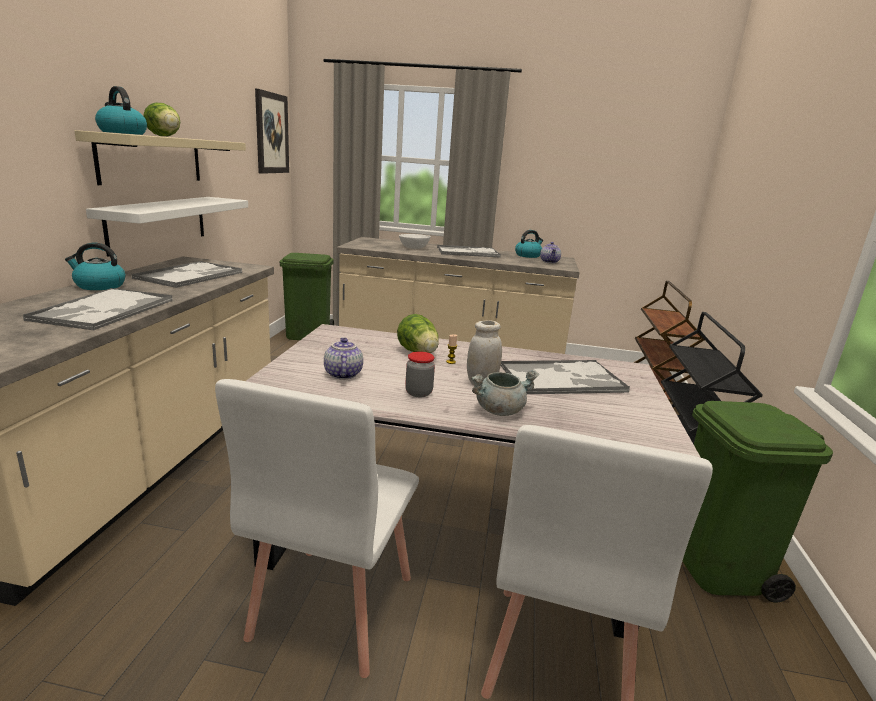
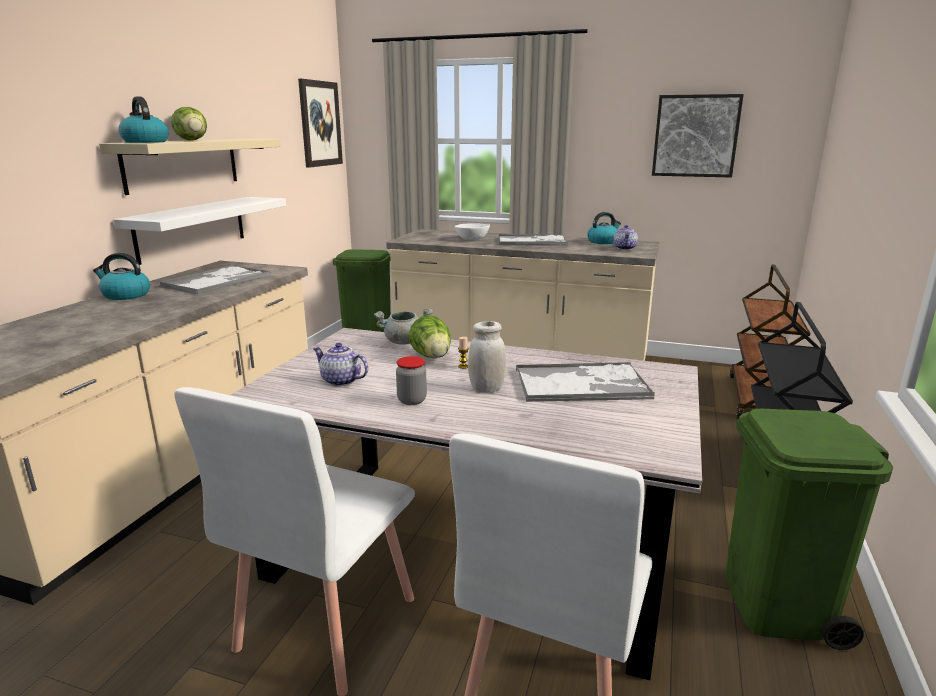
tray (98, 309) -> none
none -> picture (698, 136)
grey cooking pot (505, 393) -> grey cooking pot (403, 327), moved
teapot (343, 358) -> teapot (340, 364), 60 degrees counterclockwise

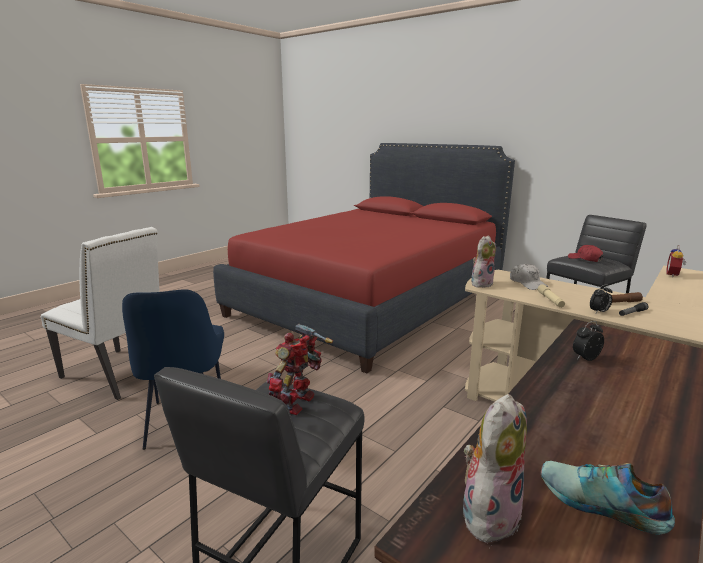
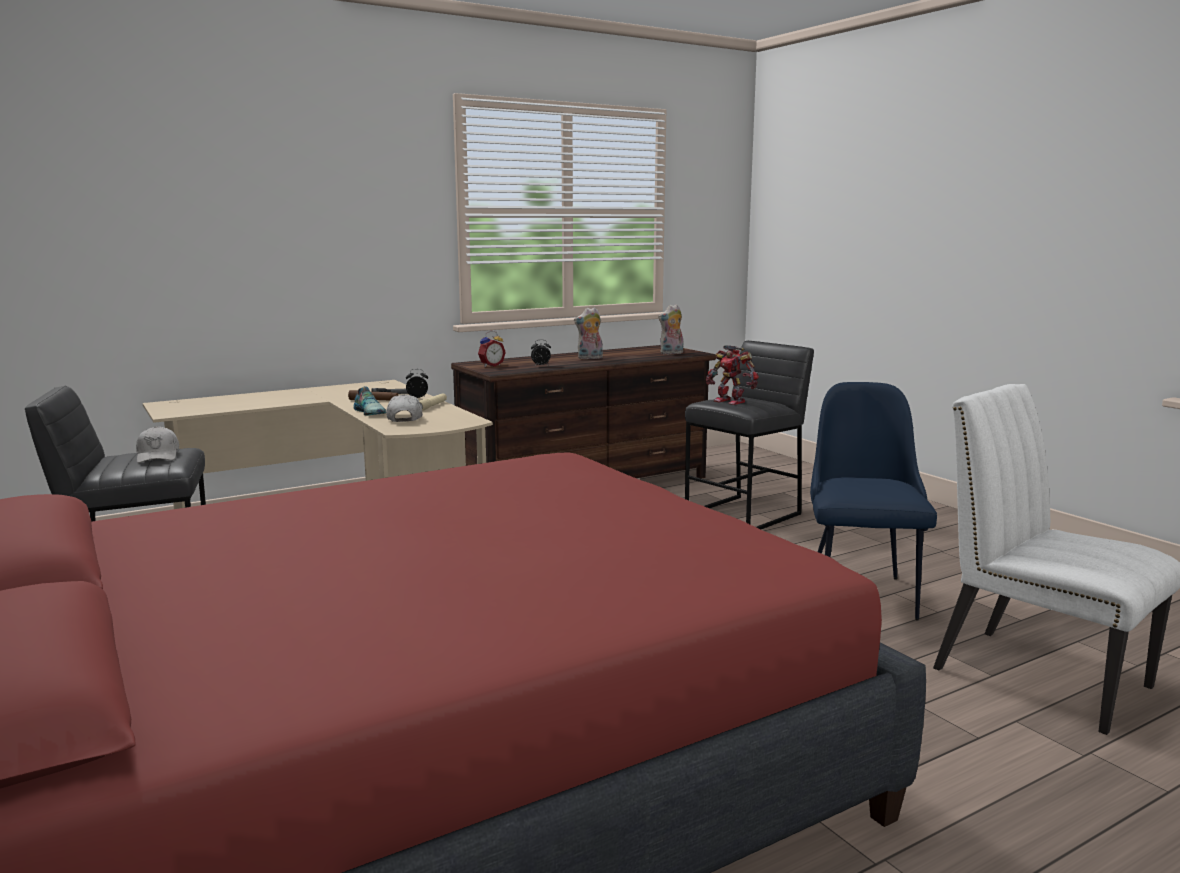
plush toy (483, 261) -> plush toy (588, 333), moved
shoe (608, 498) -> shoe (370, 401), moved
alarm clock (676, 261) -> alarm clock (492, 349), moved
red cap (585, 253) -> white cap (157, 444)
toy robot (299, 369) -> toy robot (732, 375), 90 degrees clockwise

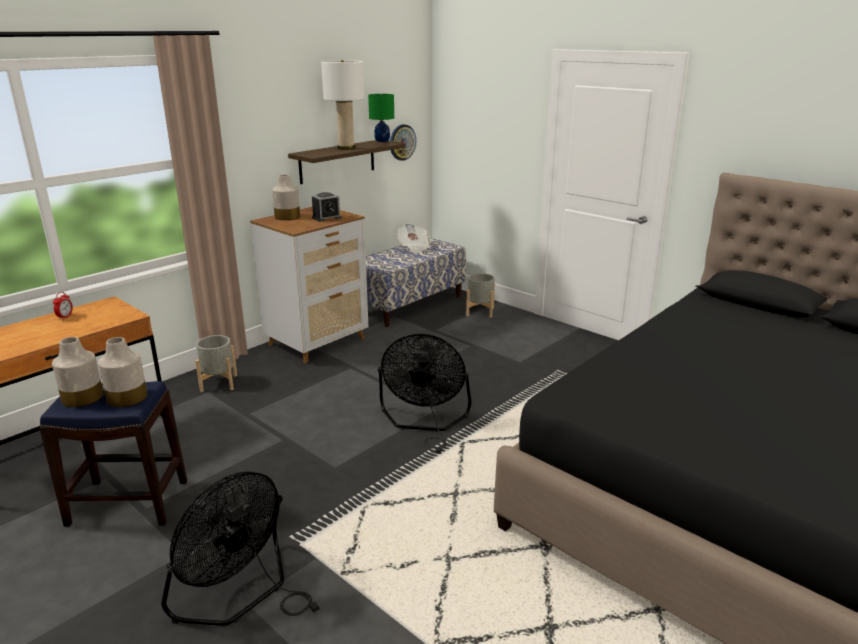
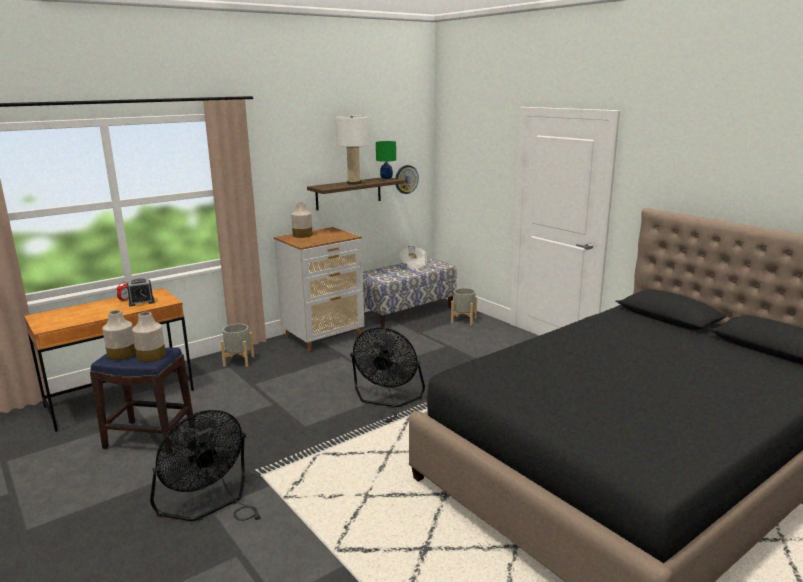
alarm clock (327, 207) -> alarm clock (141, 292), moved

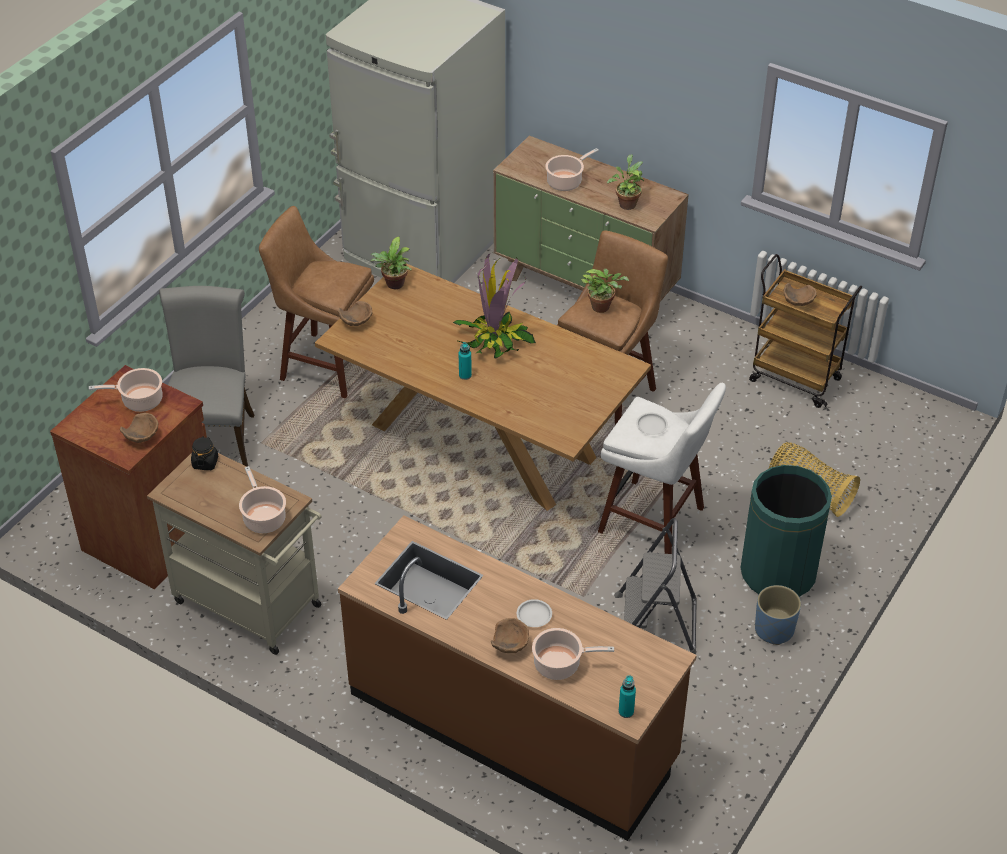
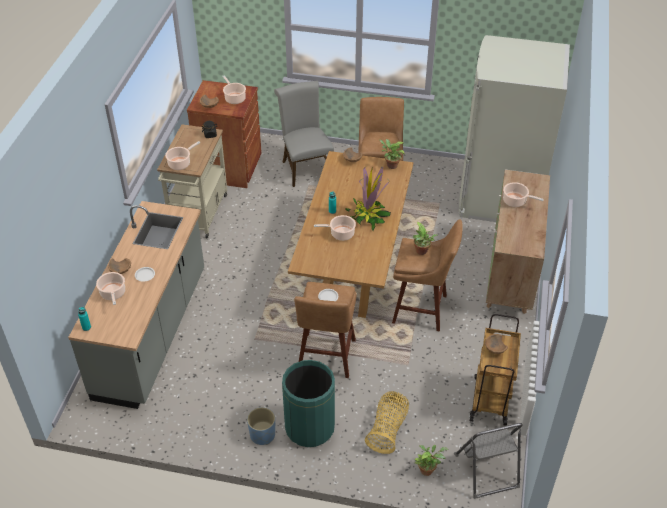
none -> cooking pot (335, 228)
potted plant (625, 182) -> potted plant (431, 460), moved
grey step ladder (655, 586) -> grey step ladder (488, 461), moved
brown counter (517, 678) -> grey counter (136, 305)
white stool (662, 468) -> brown stool (325, 330)
grey chair (207, 376) -> grey chair (304, 134), 90 degrees counterclockwise

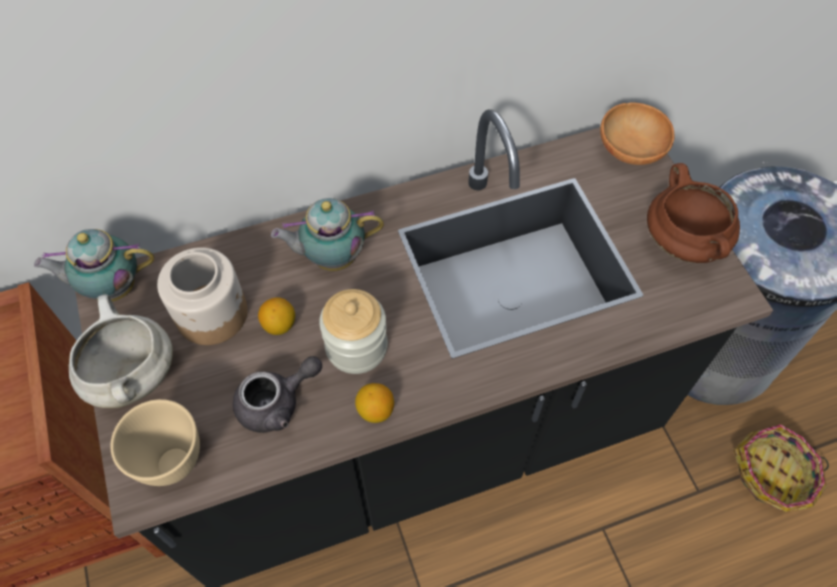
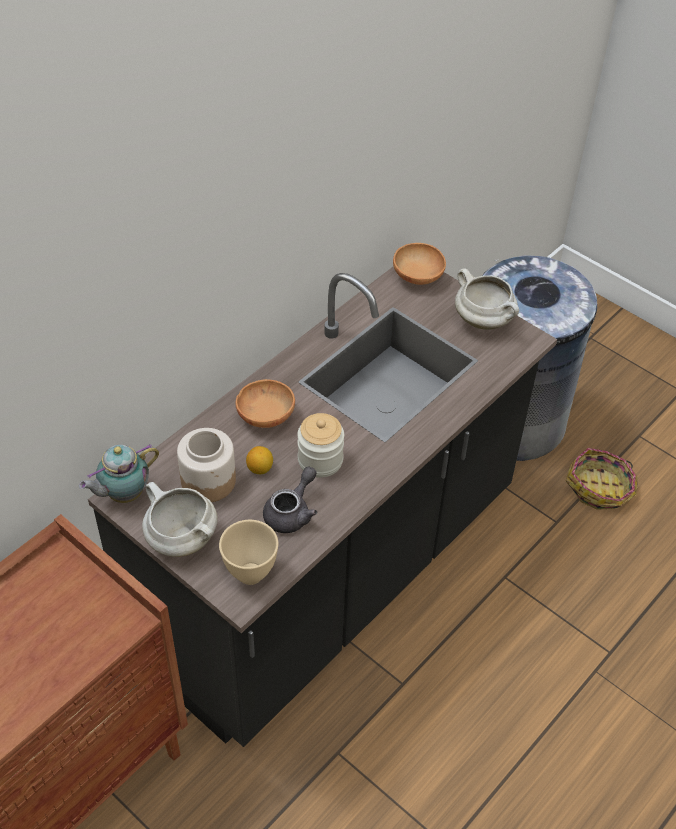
lemon (374, 403) -> none
teapot (327, 234) -> brown bowl (265, 403)
brown cooking pot (693, 213) -> white cooking pot (487, 299)

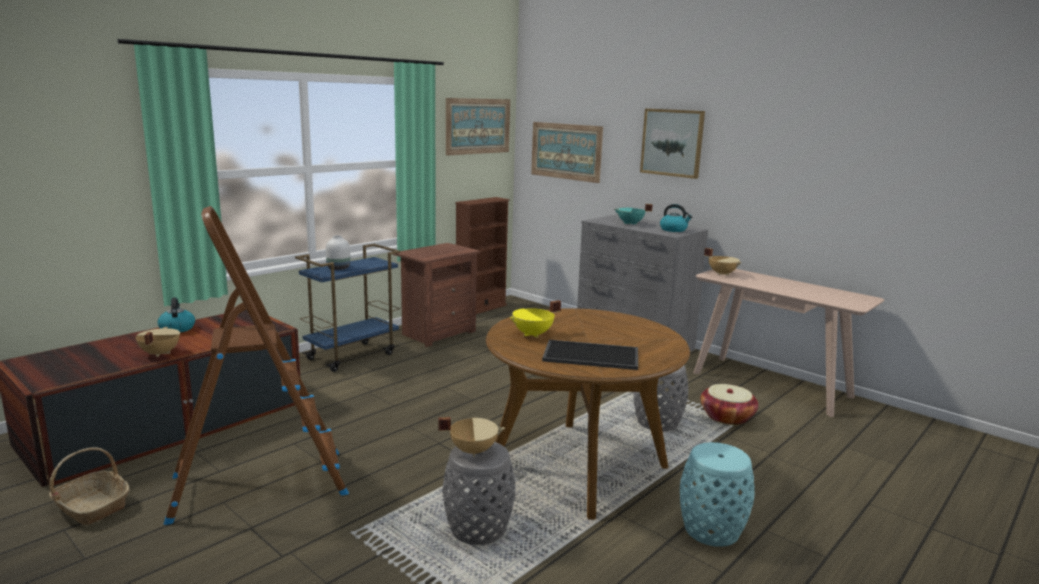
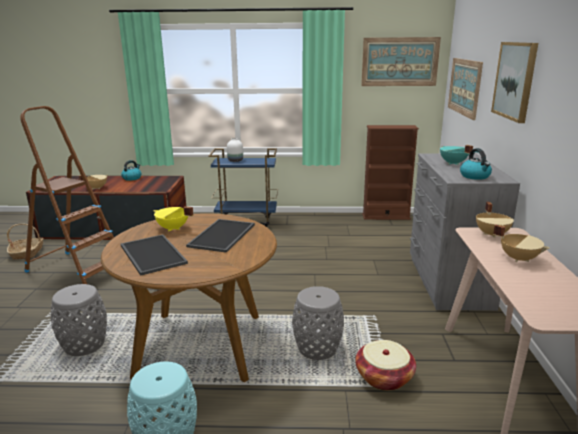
brown nightstand (436, 295) -> none
none -> tray (220, 236)
beige cooking pot (471, 437) -> beige cooking pot (521, 243), moved

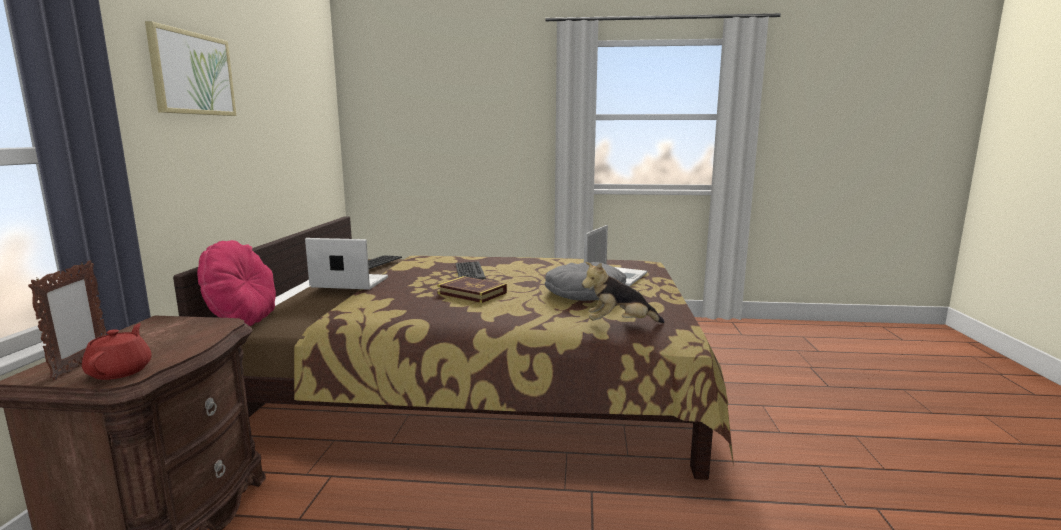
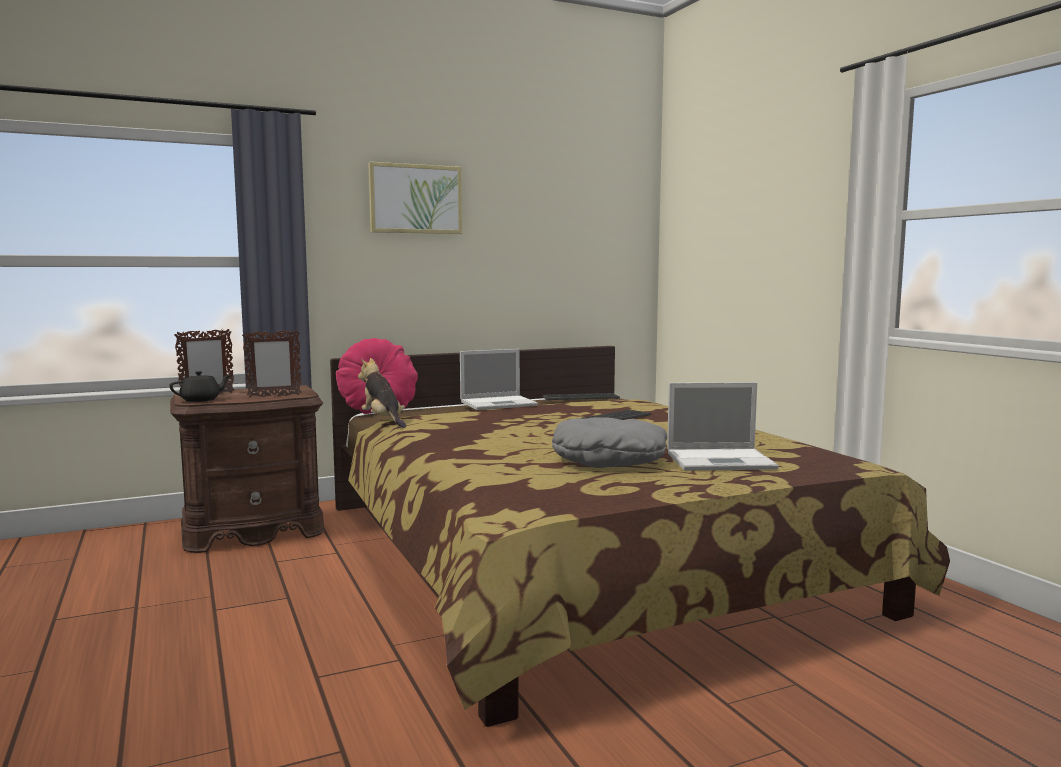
book (472, 289) -> none
none -> picture frame (272, 363)
plush toy (623, 292) -> plush toy (382, 393), moved
red teapot (117, 352) -> black teapot (200, 386)
laptop (346, 264) -> laptop (499, 379), 90 degrees clockwise

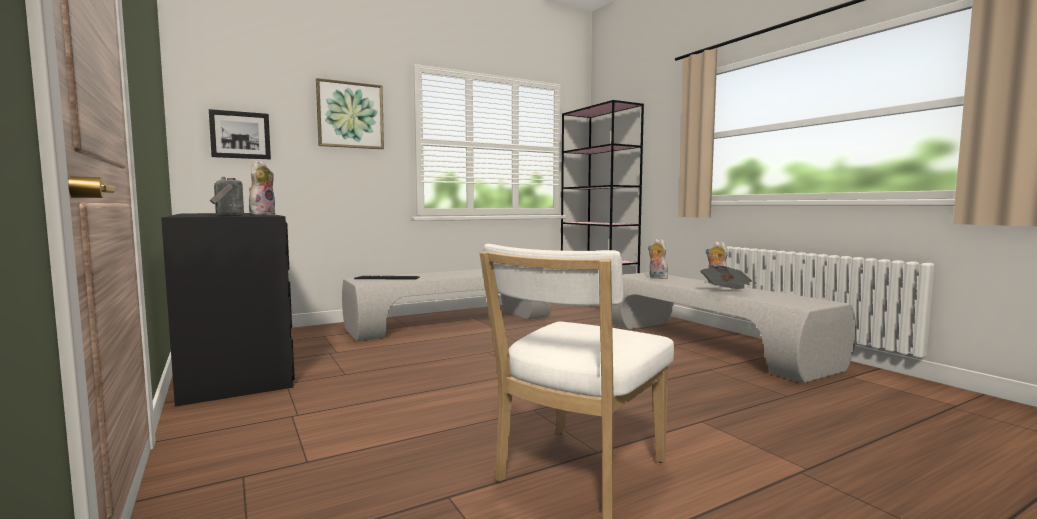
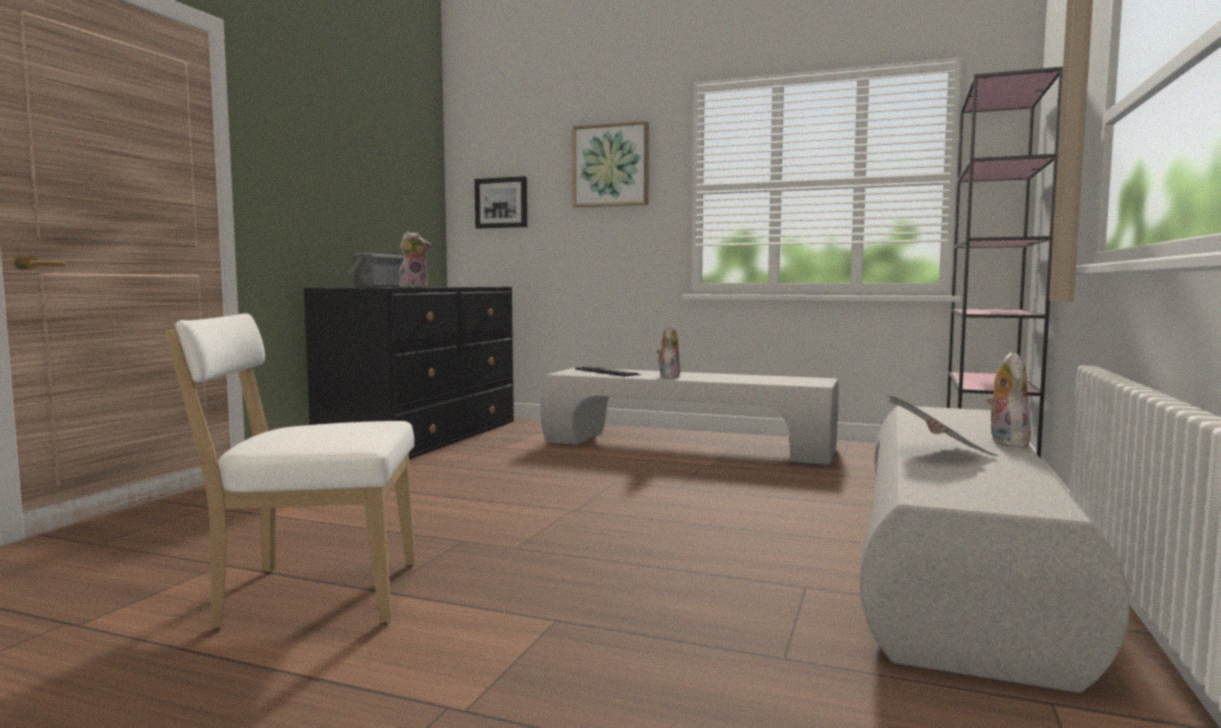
plush toy (659, 259) -> plush toy (668, 351), moved

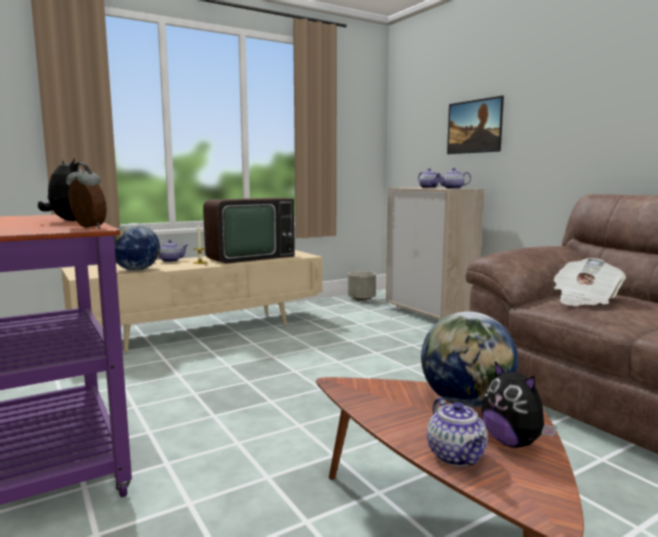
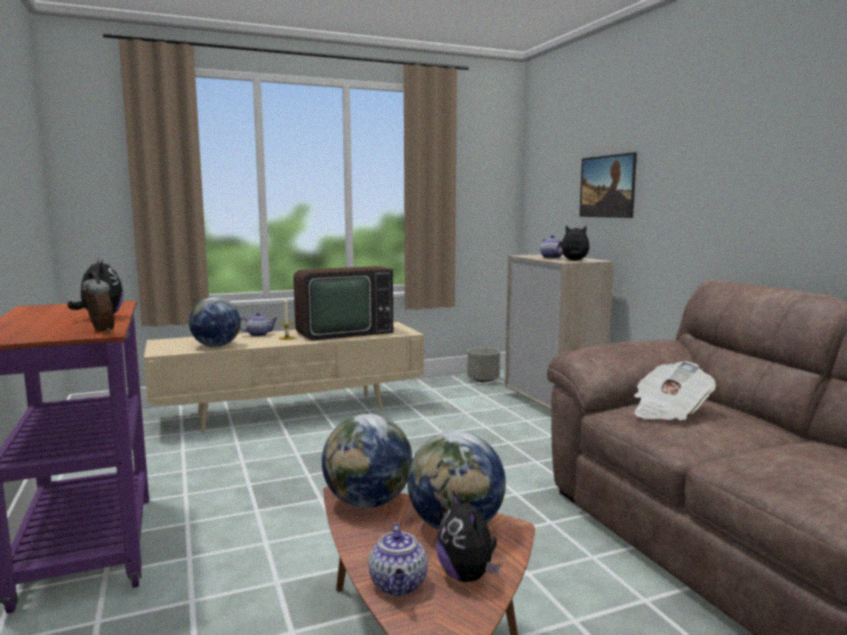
none -> globe (367, 461)
teapot (454, 178) -> plush toy (574, 243)

